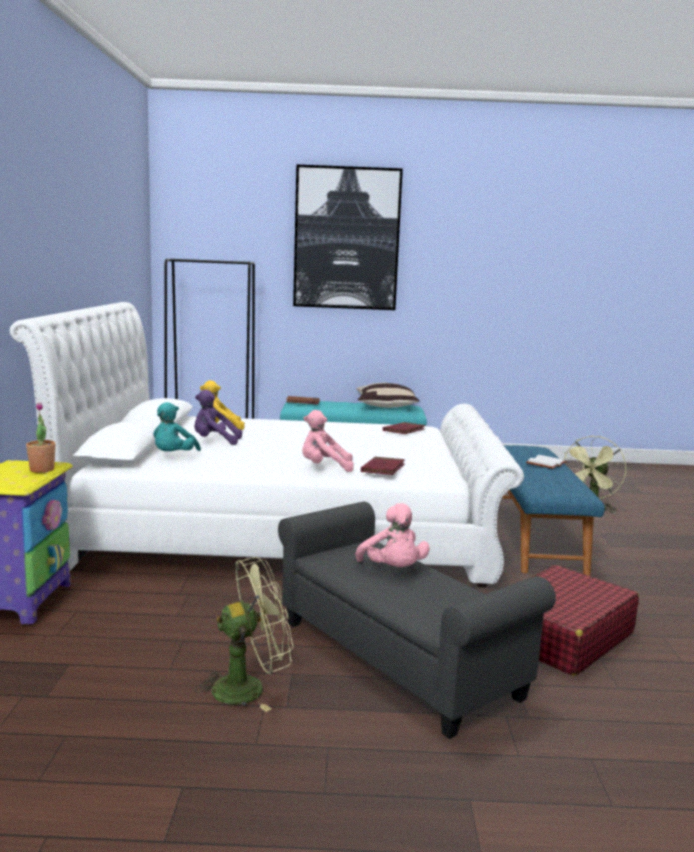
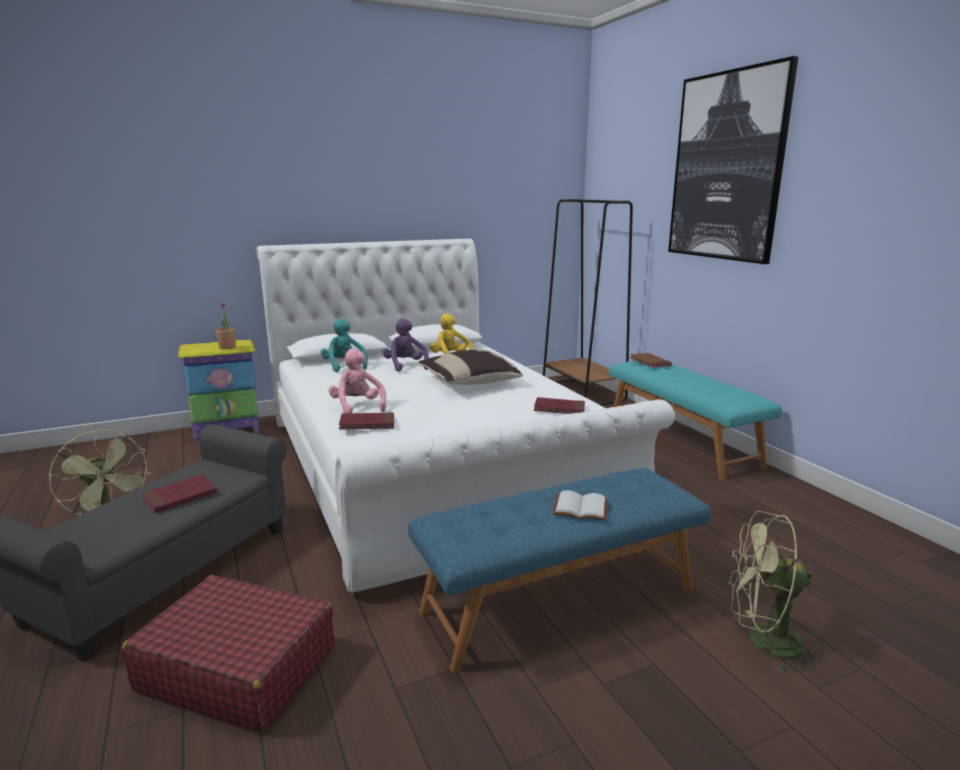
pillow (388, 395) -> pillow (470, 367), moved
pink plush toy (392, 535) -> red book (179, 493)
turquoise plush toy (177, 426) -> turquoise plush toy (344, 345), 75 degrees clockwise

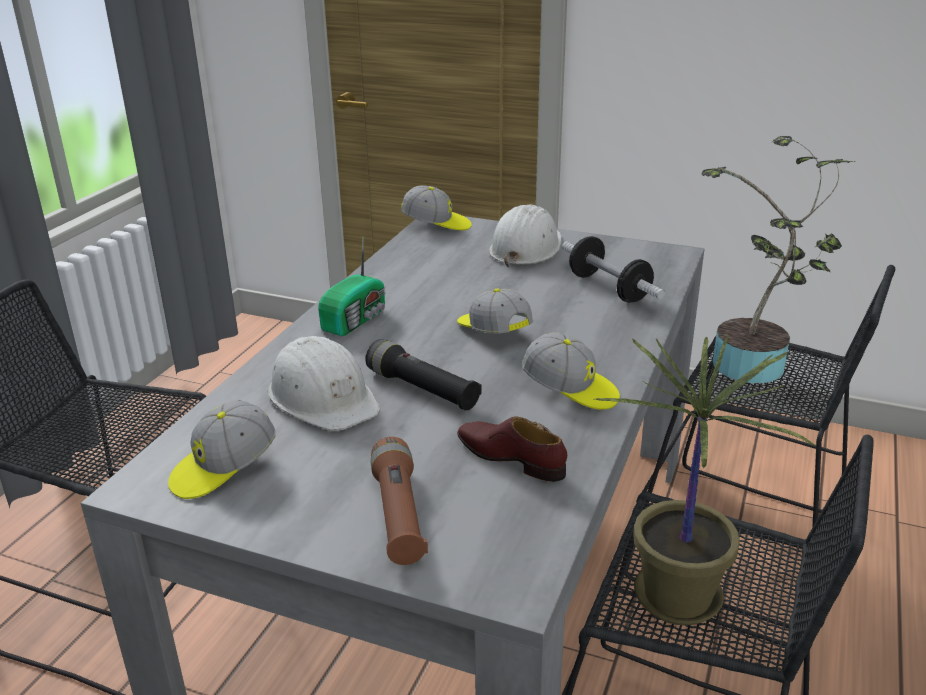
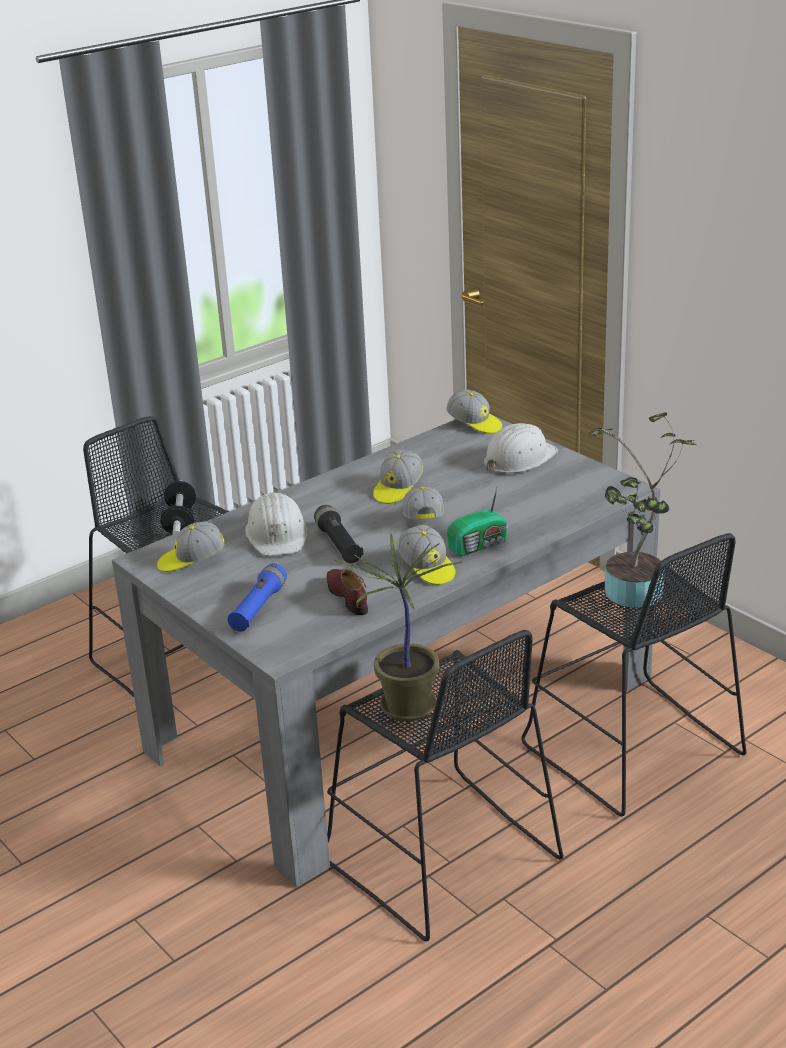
none -> cap (398, 477)
radio (352, 288) -> radio (477, 518), moved
dumbbell (613, 269) -> dumbbell (178, 507), moved
brown flashlight (399, 501) -> blue flashlight (257, 597)

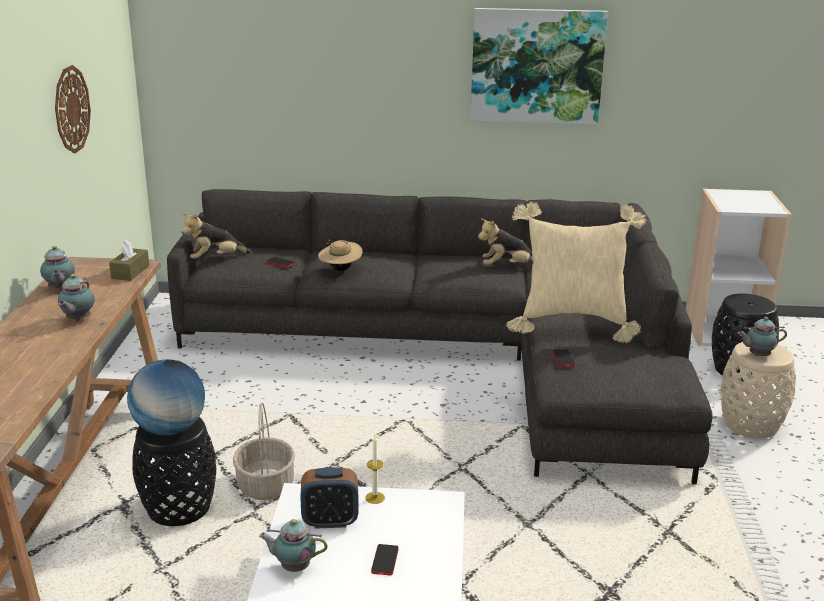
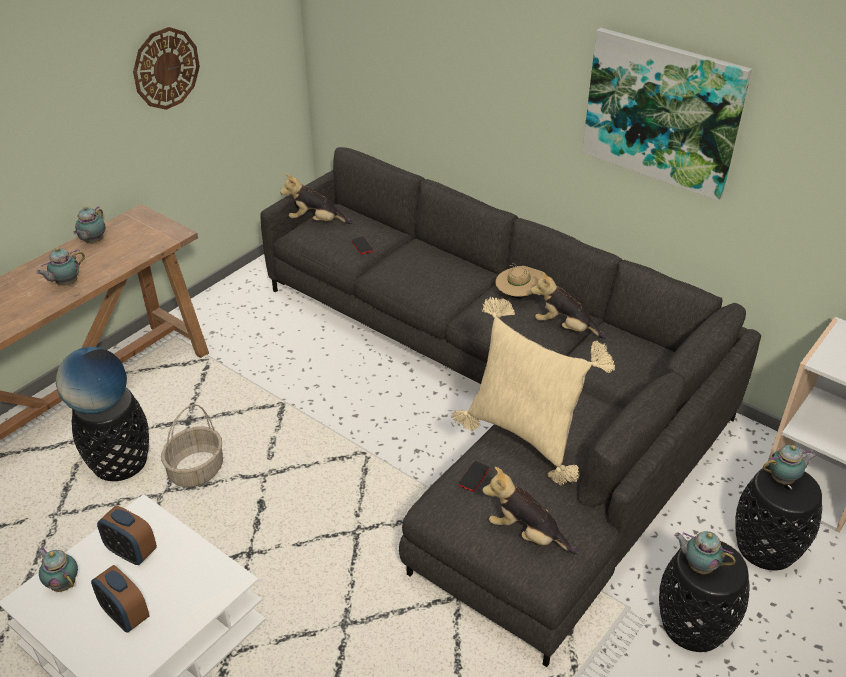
brown tissue box (129, 260) -> none
candle (375, 470) -> none
none -> plush toy (530, 510)
none -> teapot (789, 465)
beige hat (340, 255) -> beige hat (518, 281), moved
phone (385, 560) -> alarm clock (120, 599)
beige stool (758, 390) -> black stool (704, 596)

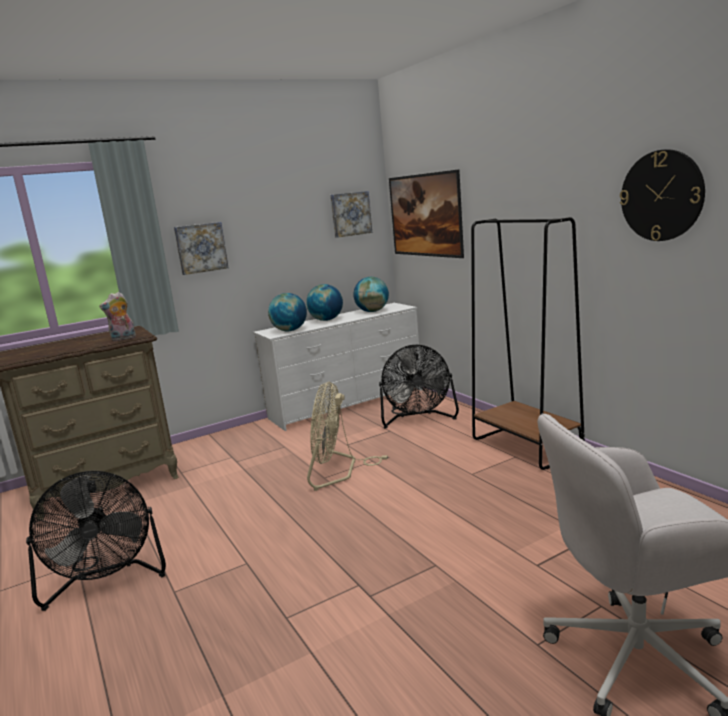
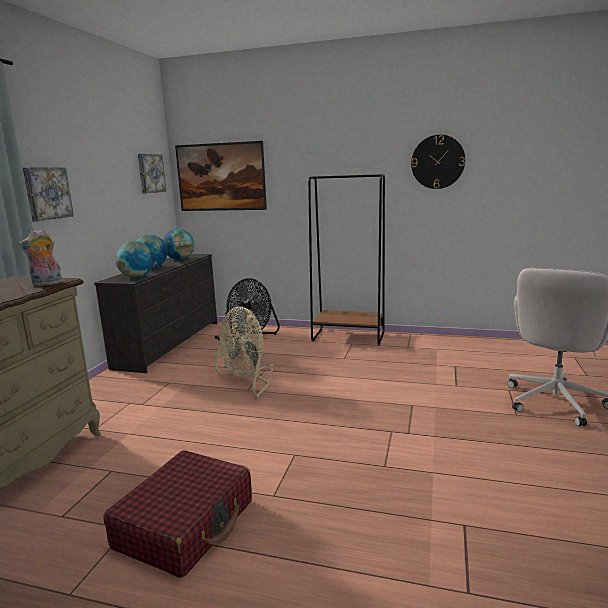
black fan (96, 541) -> red suitcase (177, 514)
white dresser (337, 367) -> black dresser (155, 313)
plush toy (117, 317) -> plush toy (41, 257), 45 degrees clockwise

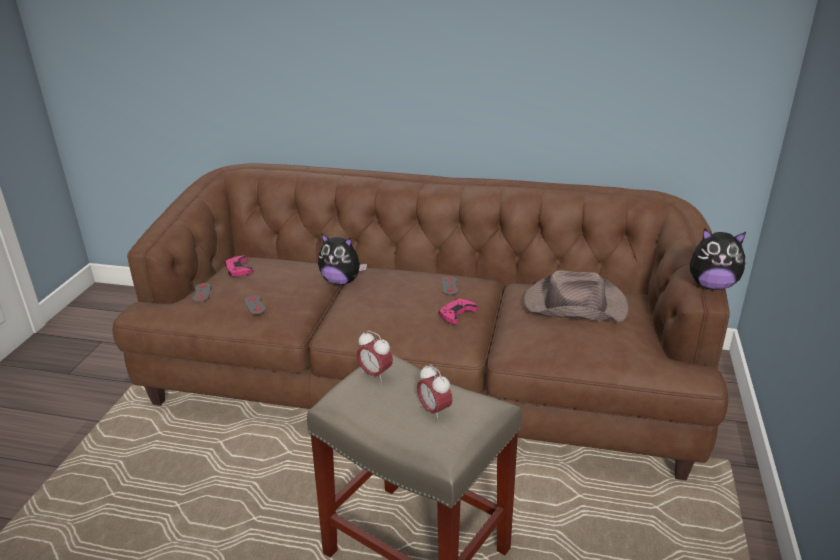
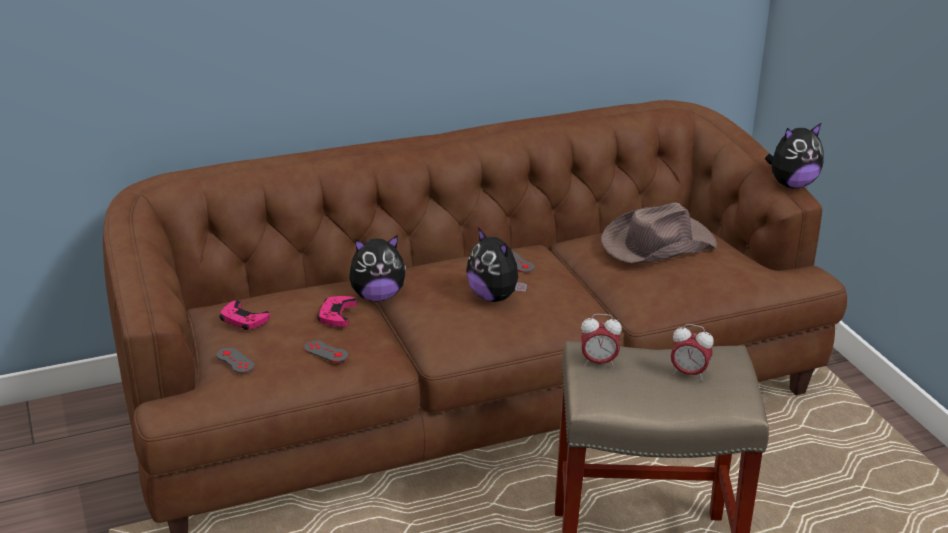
none -> plush toy (496, 264)
pink game controller (458, 311) -> pink game controller (336, 311), moved

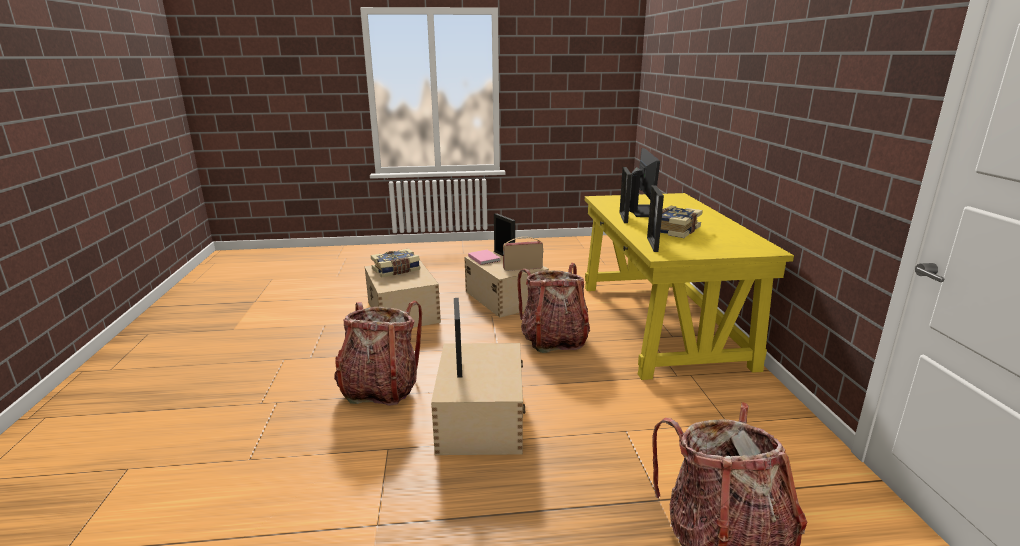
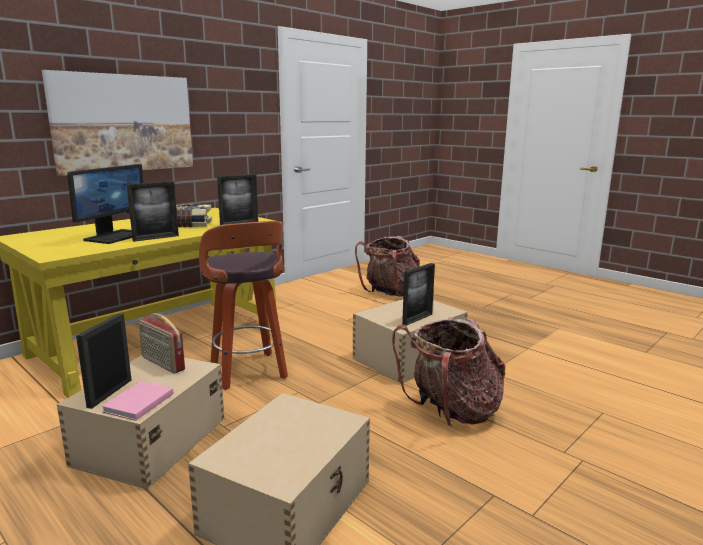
book (395, 262) -> none
none -> picture (117, 123)
backpack (553, 308) -> stool (243, 305)
monitor (644, 182) -> monitor (105, 204), 150 degrees clockwise

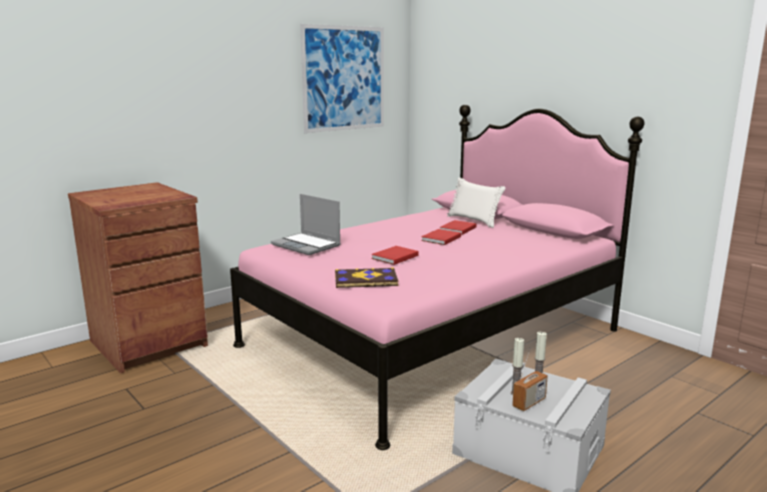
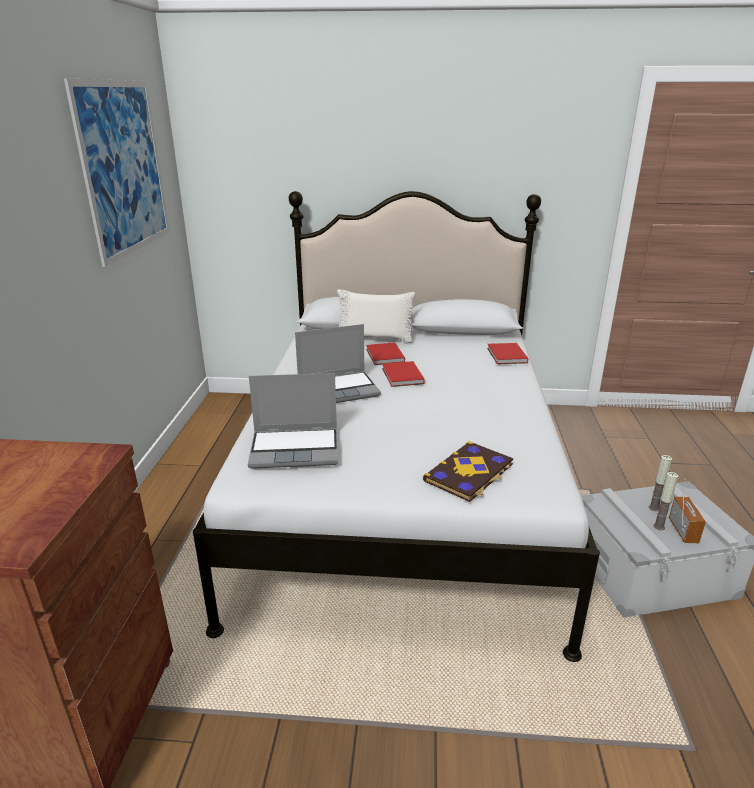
none -> laptop (338, 363)
red book (395, 255) -> red book (507, 353), moved
pink bed (437, 277) -> white bed (396, 426)

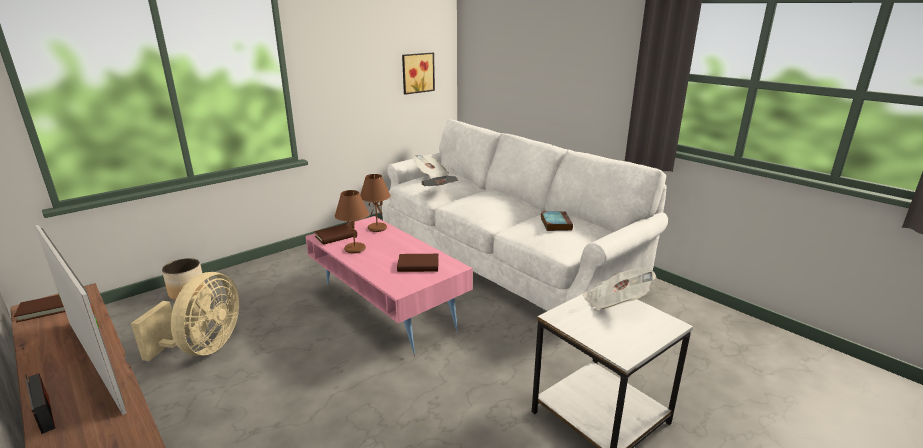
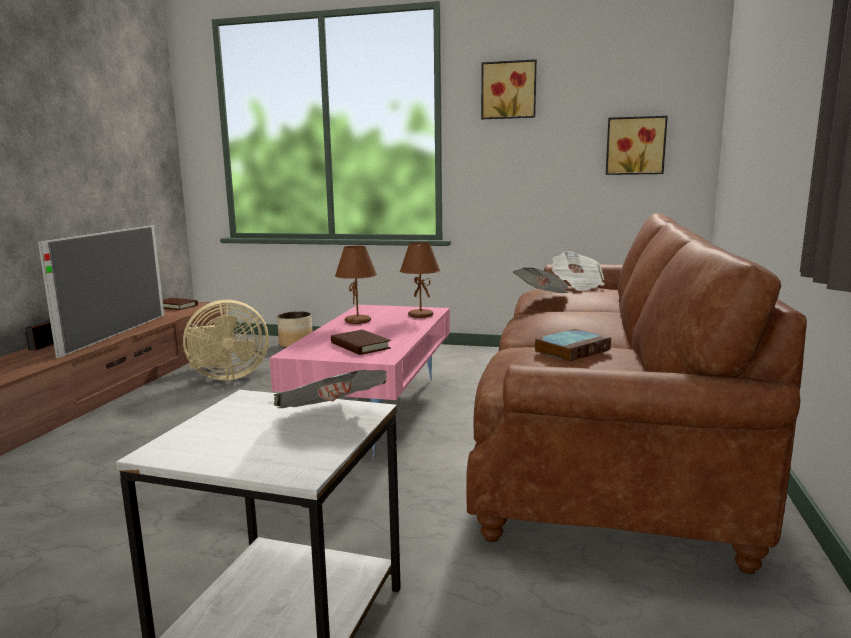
brown book (335, 234) -> none
none -> picture (509, 89)
white sofa (525, 215) -> brown sofa (636, 393)

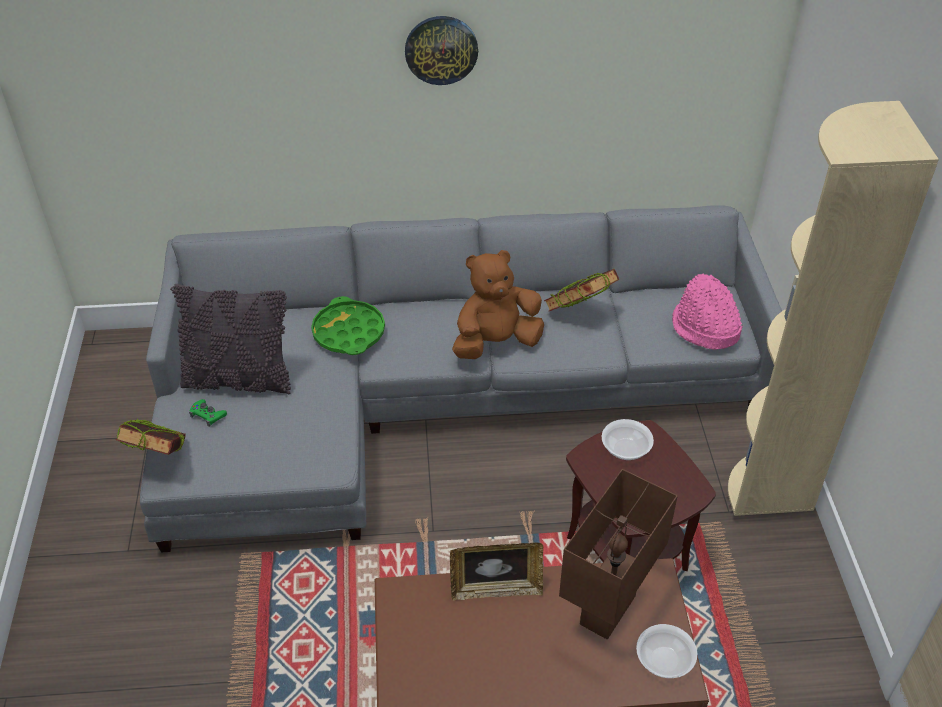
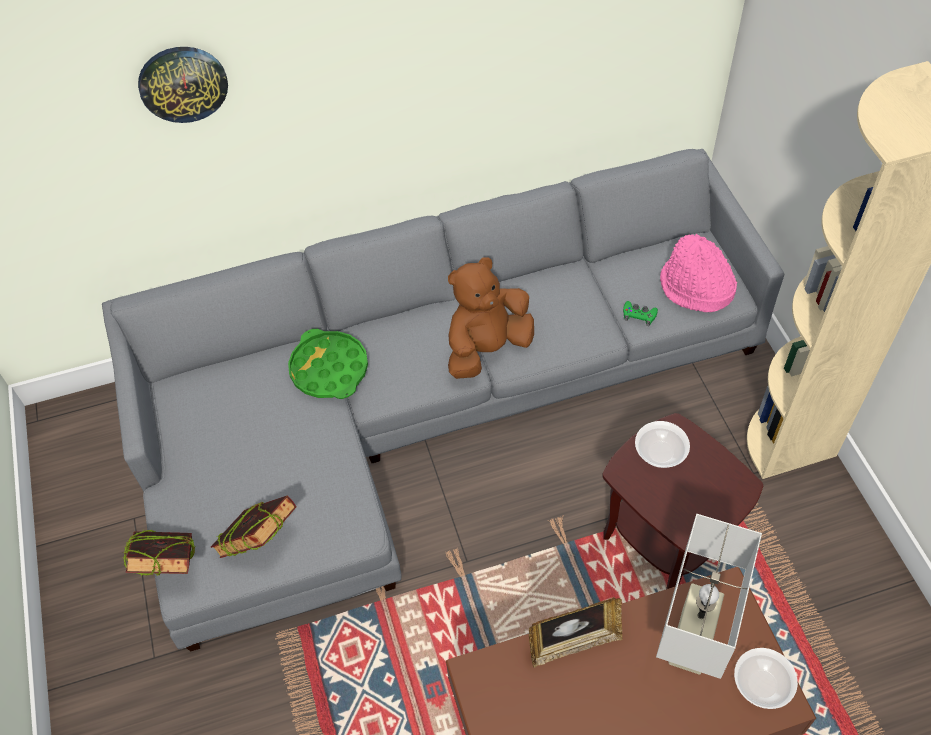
black pillow (230, 339) -> none
green game controller (208, 413) -> green game controller (640, 313), moved
wall clock (441, 50) -> wall clock (183, 85), moved
book (581, 290) -> book (253, 527), moved
brown table lamp (618, 554) -> white table lamp (709, 596)

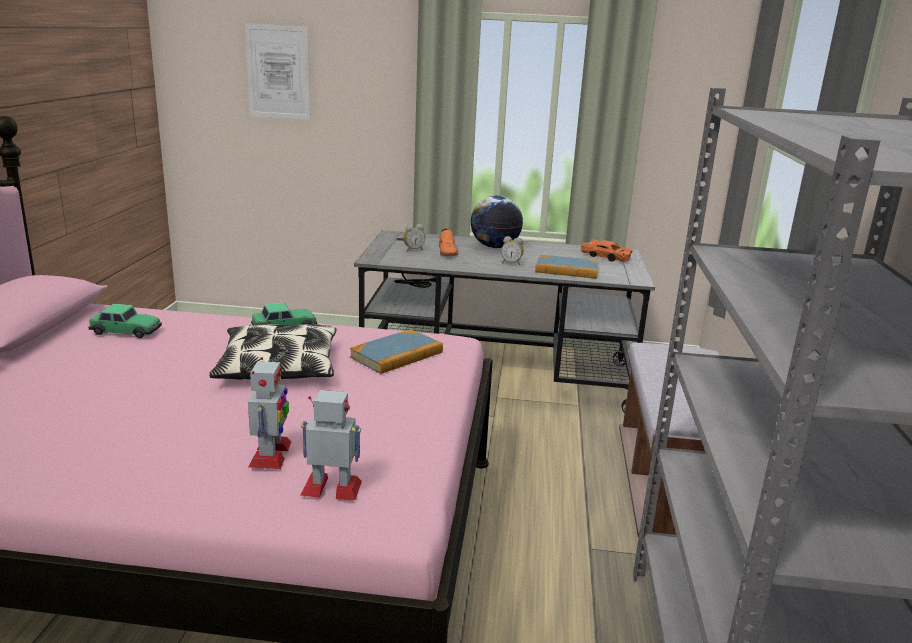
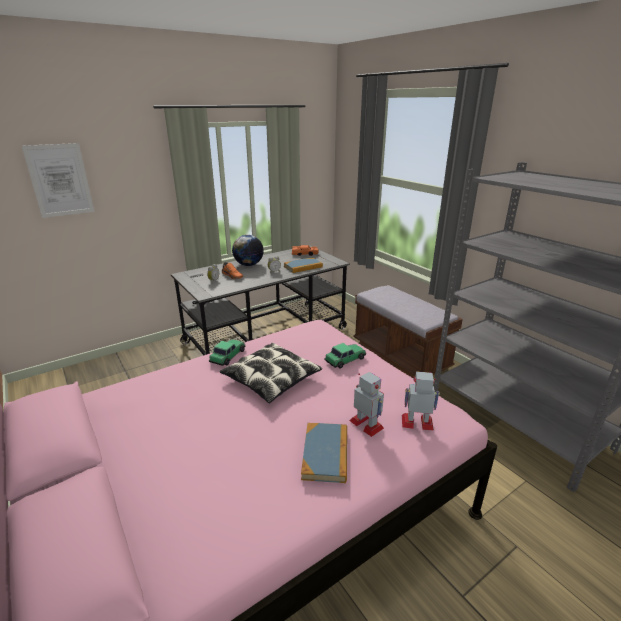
toy car (125, 321) -> toy car (345, 355), moved
book (396, 352) -> book (324, 453), moved
toy robot (331, 445) -> toy robot (421, 401), 45 degrees clockwise

